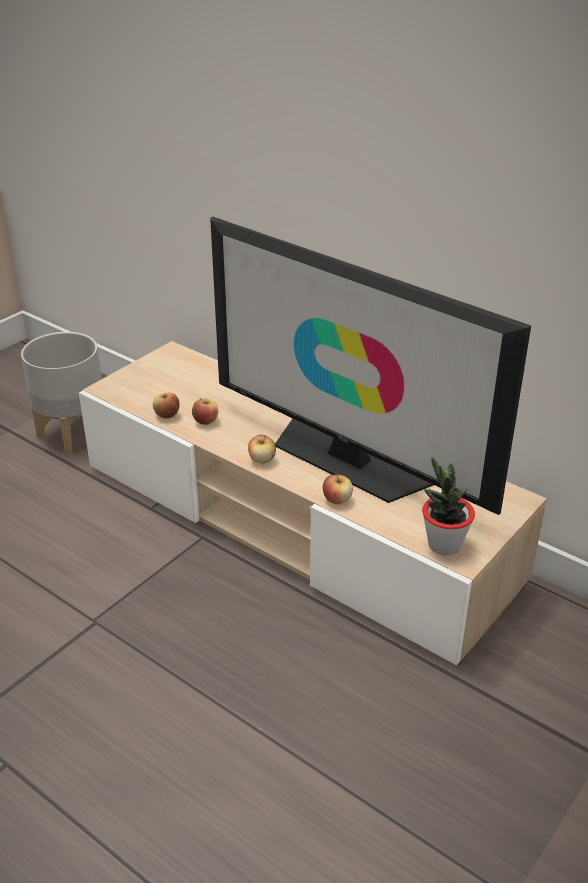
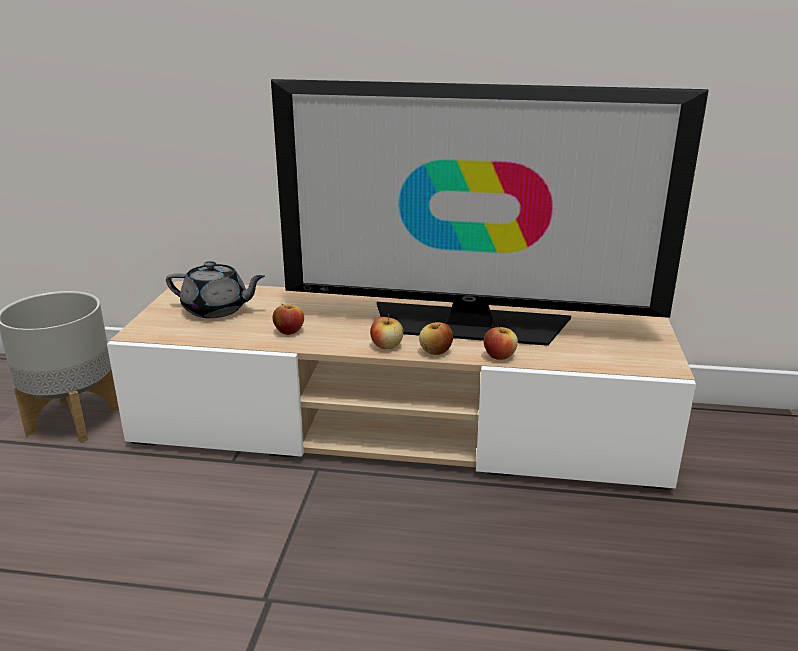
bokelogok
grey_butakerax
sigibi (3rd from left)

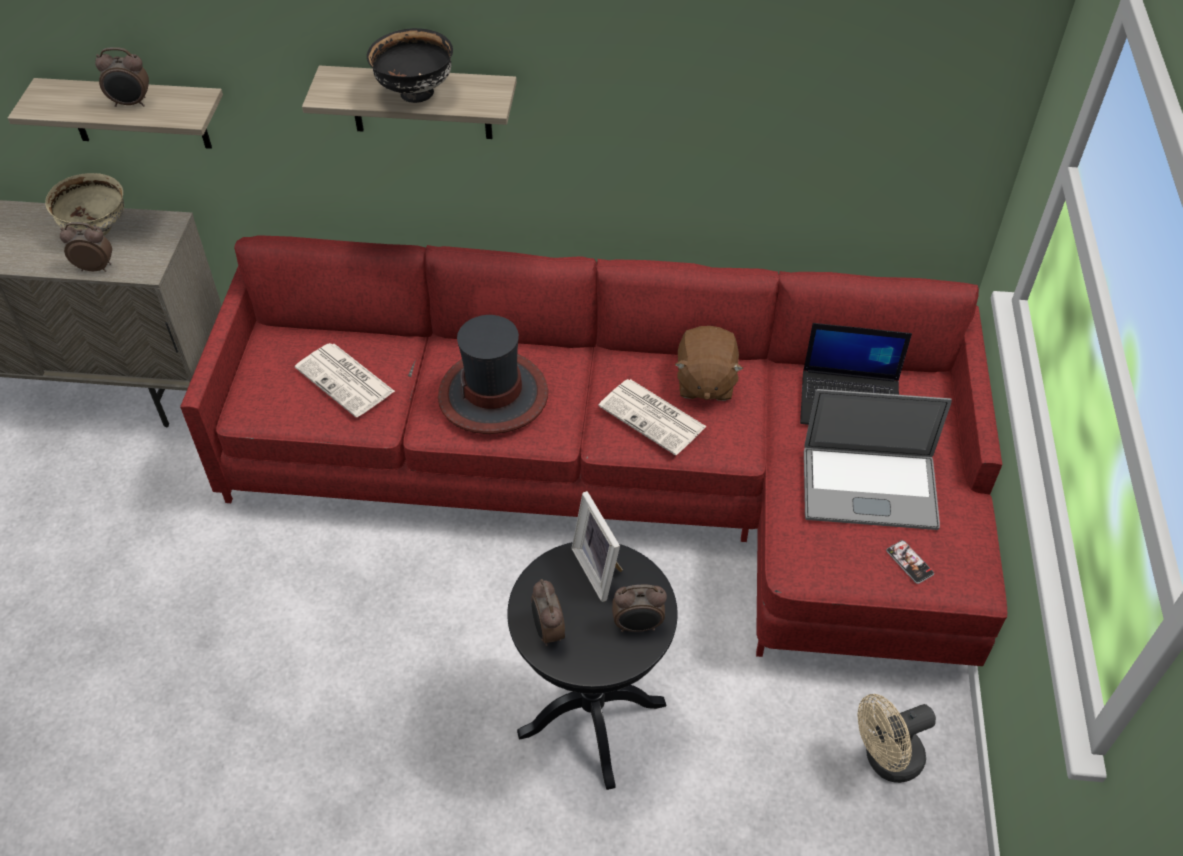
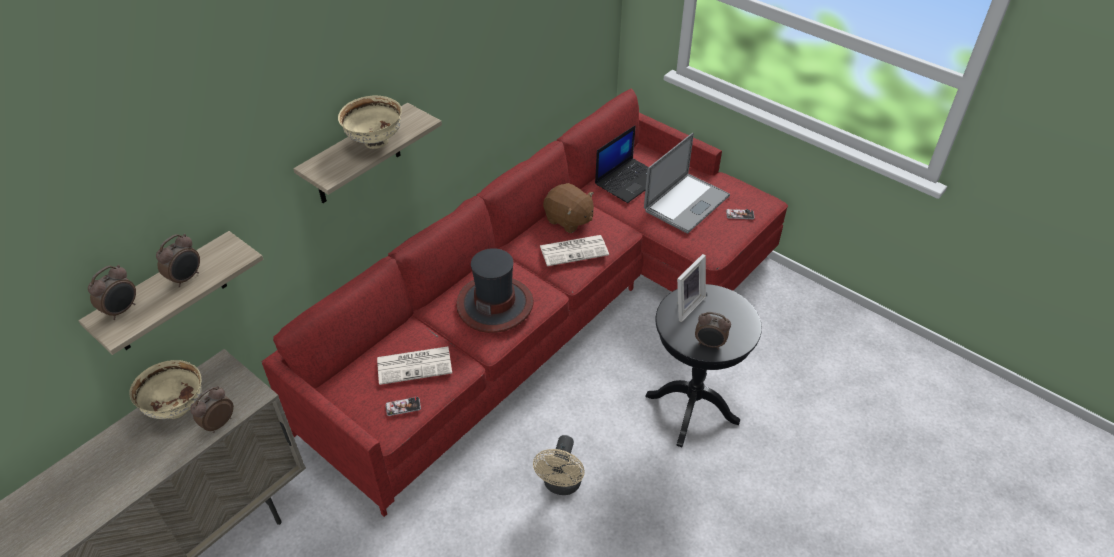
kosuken (1st from left)
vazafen (1st from left)
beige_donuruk
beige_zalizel (2nd from left)
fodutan

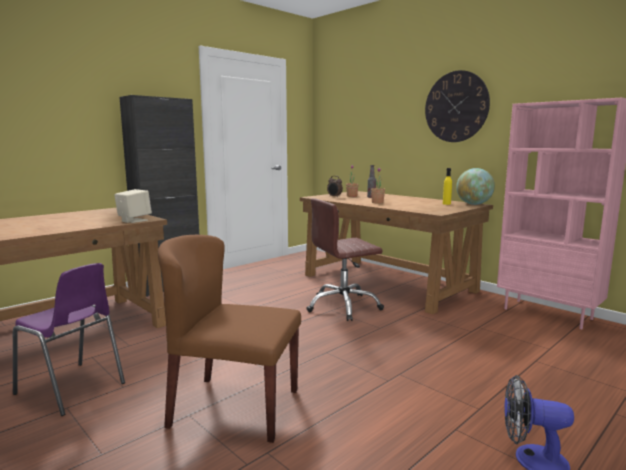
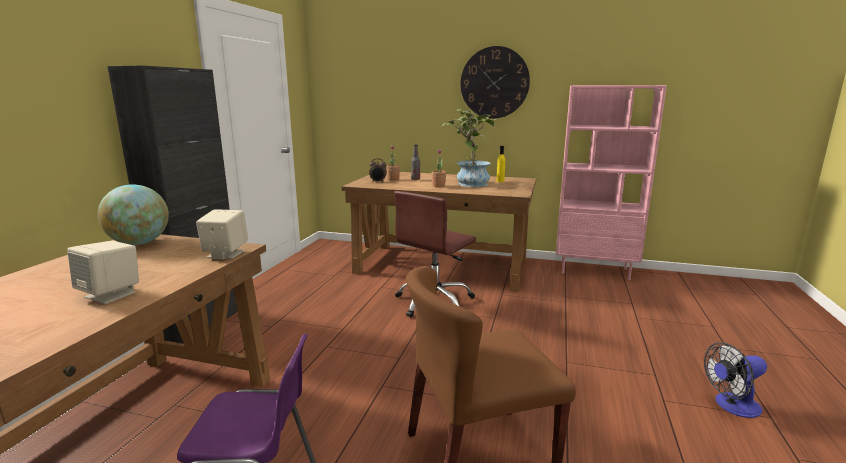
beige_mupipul (1st from left)
bokelogok (3rd from left)
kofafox

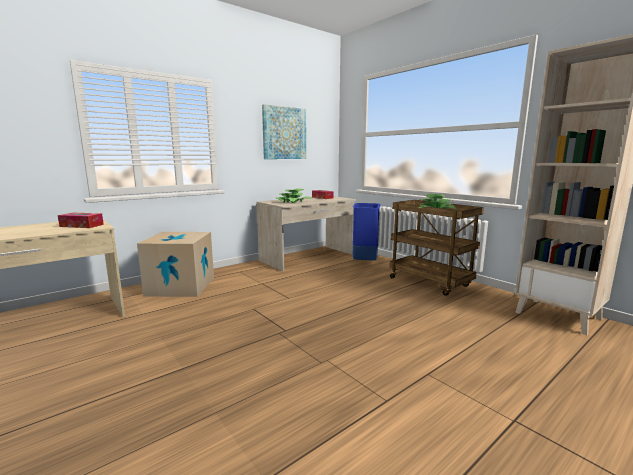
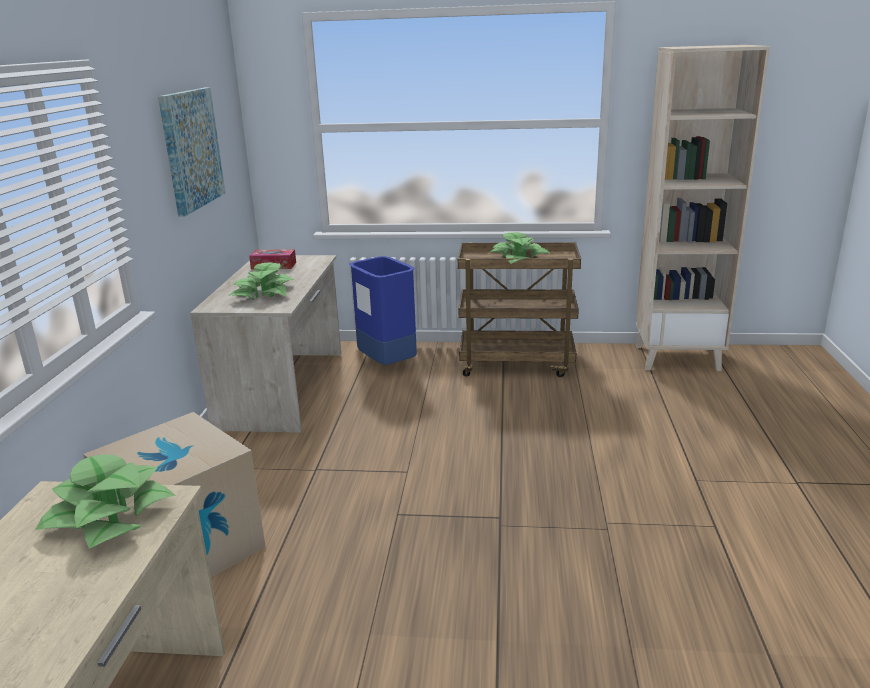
bokelogok (1st from left)

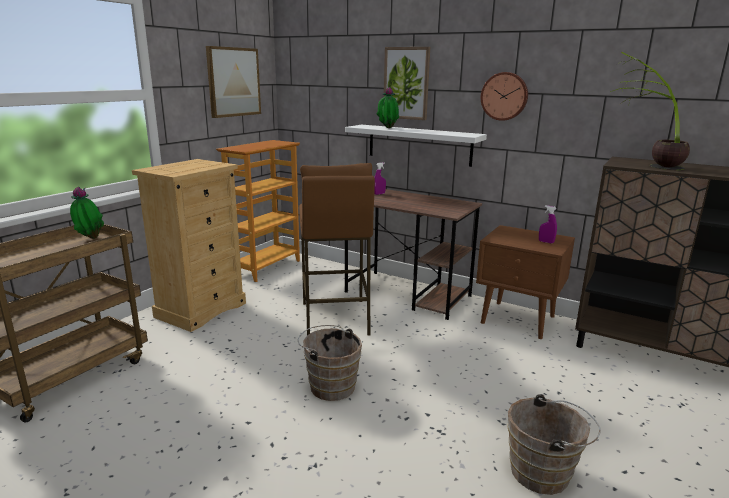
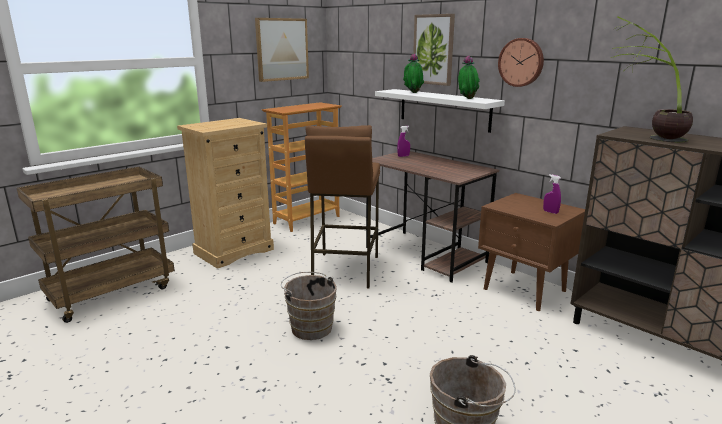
bokelogok (2nd from left)

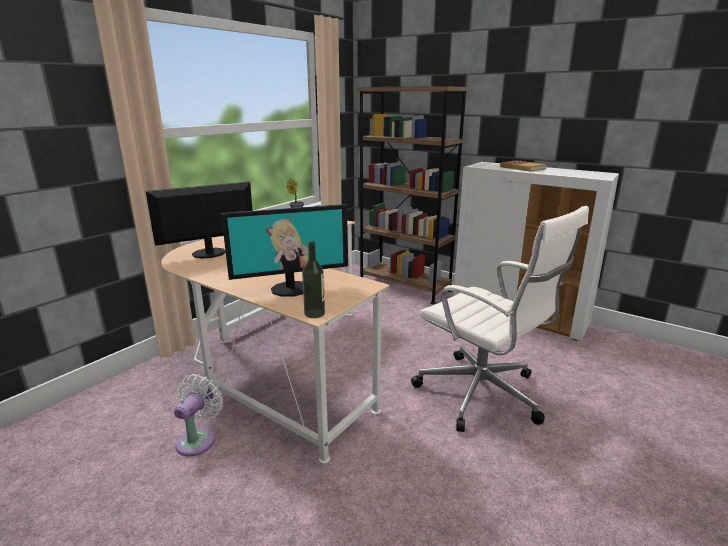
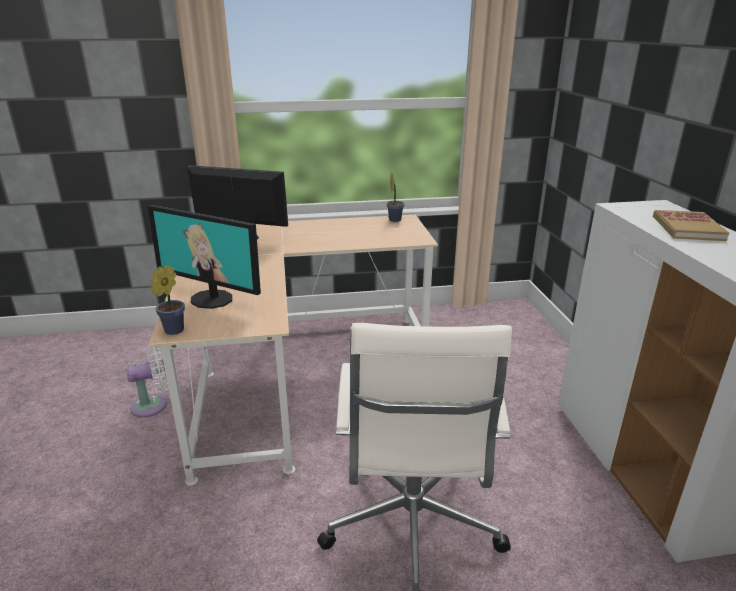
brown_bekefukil
bokelogok (1st from left)

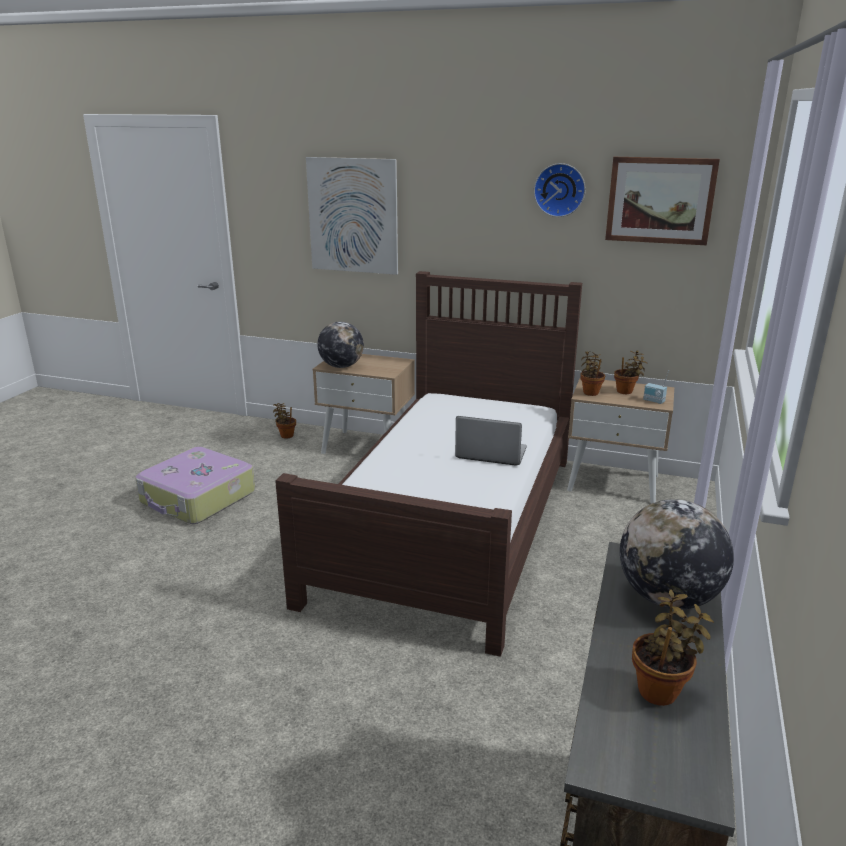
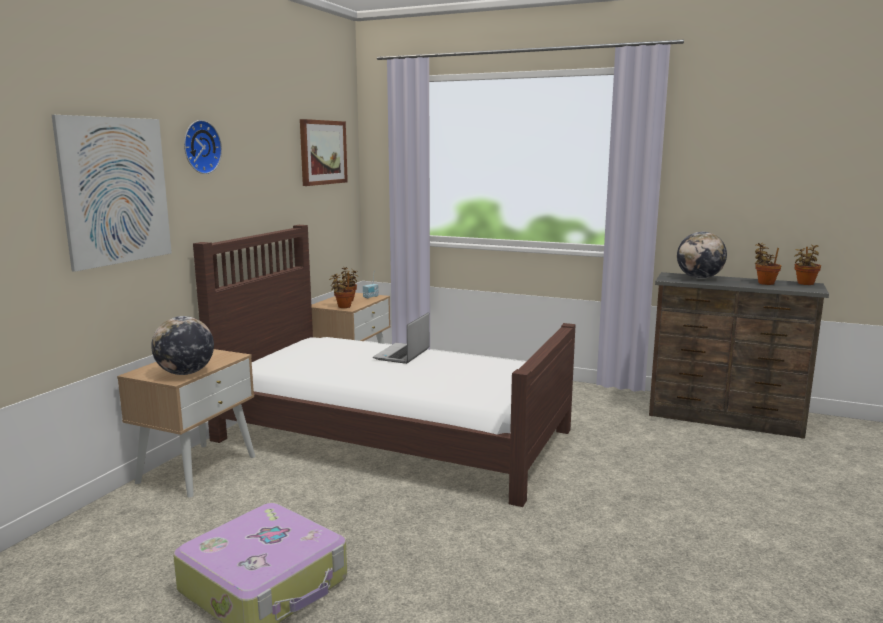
bokelogok (4th from left)
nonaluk

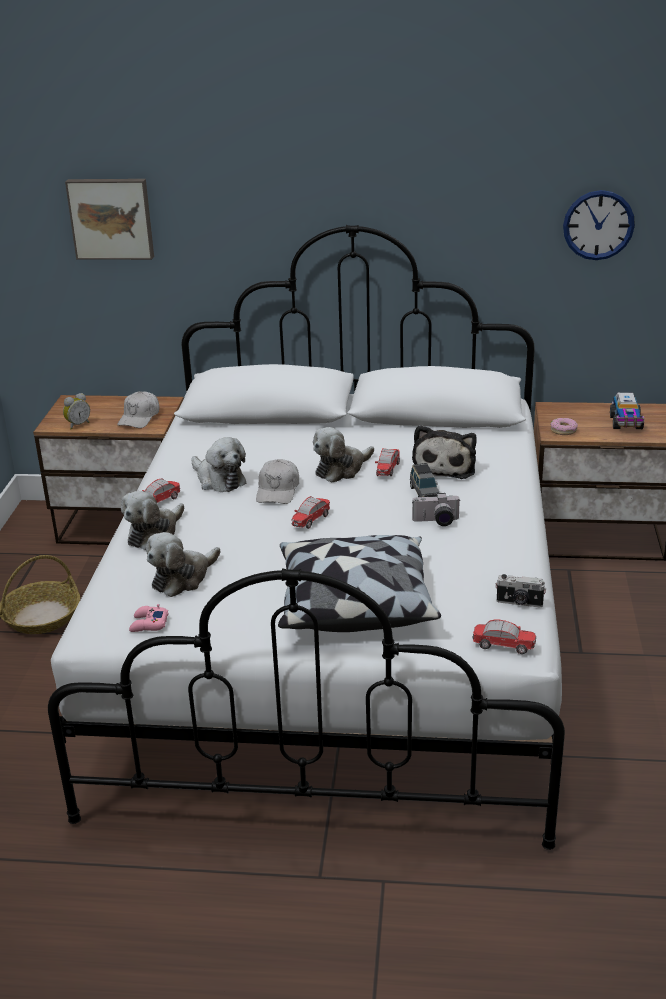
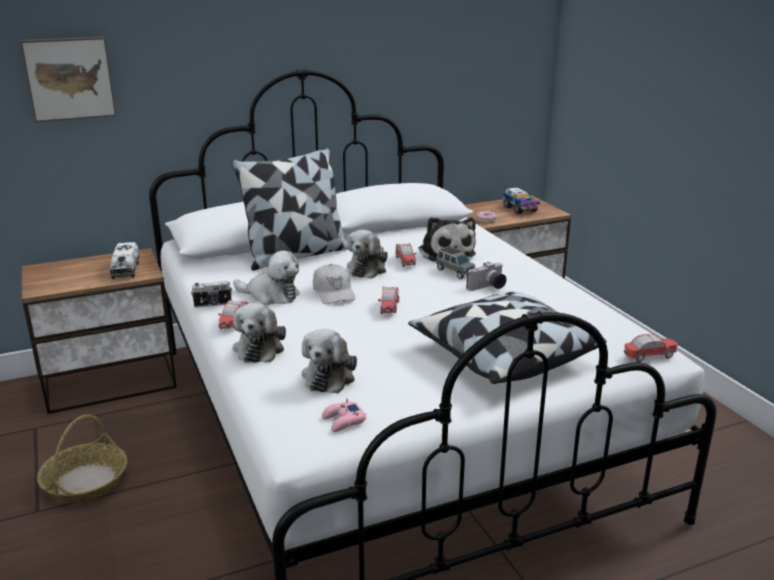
vazafen
nonaluk
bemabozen (1st from left)
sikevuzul (1st from left)
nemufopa (1st from left)

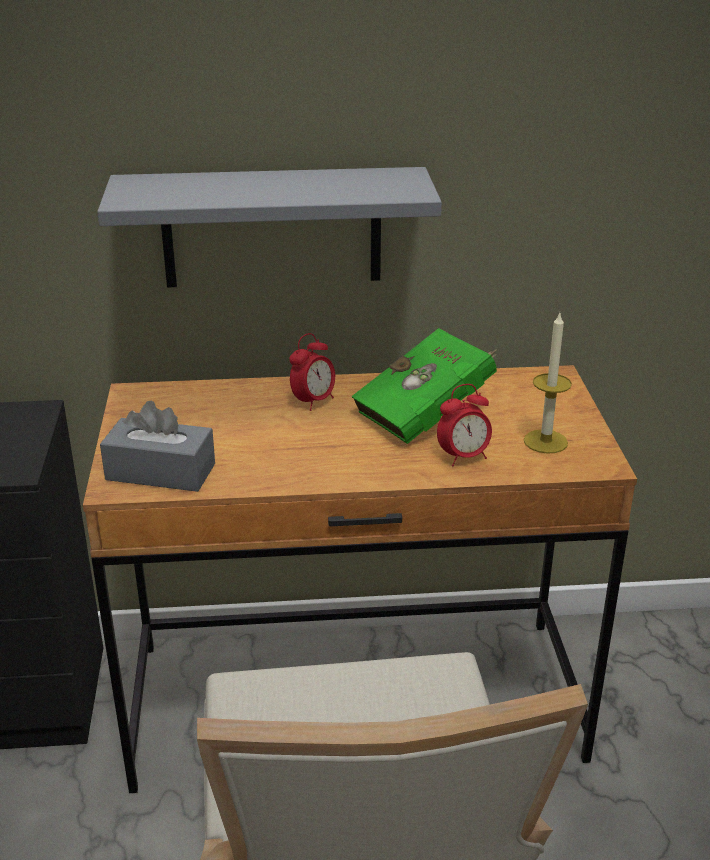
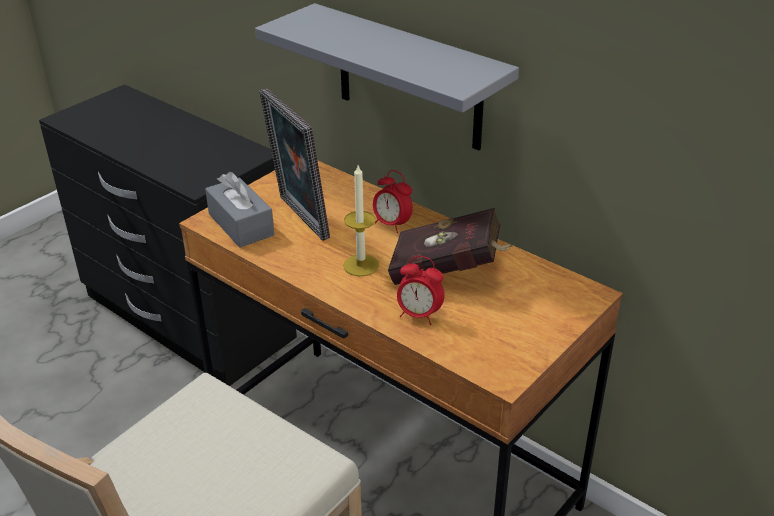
fodutan
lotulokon
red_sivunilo
vazafen (1st from left)

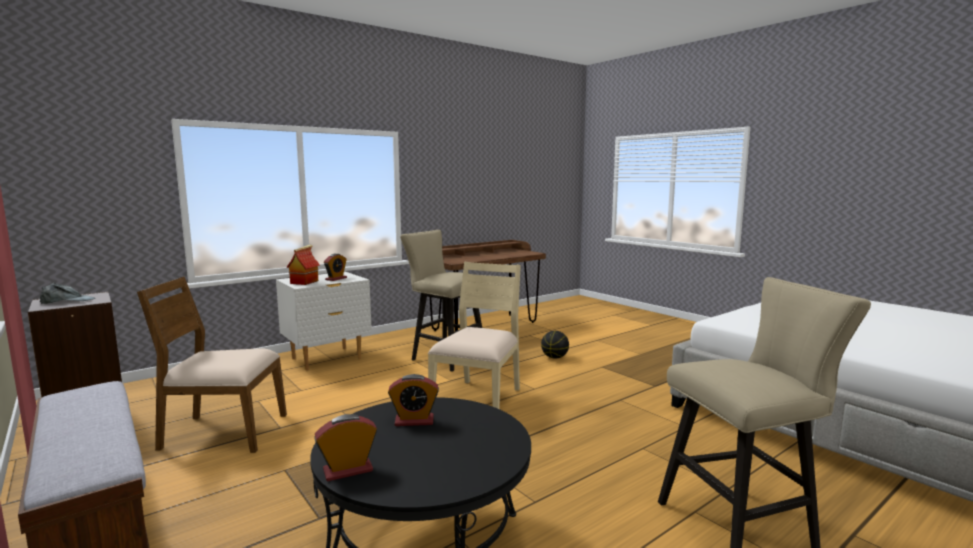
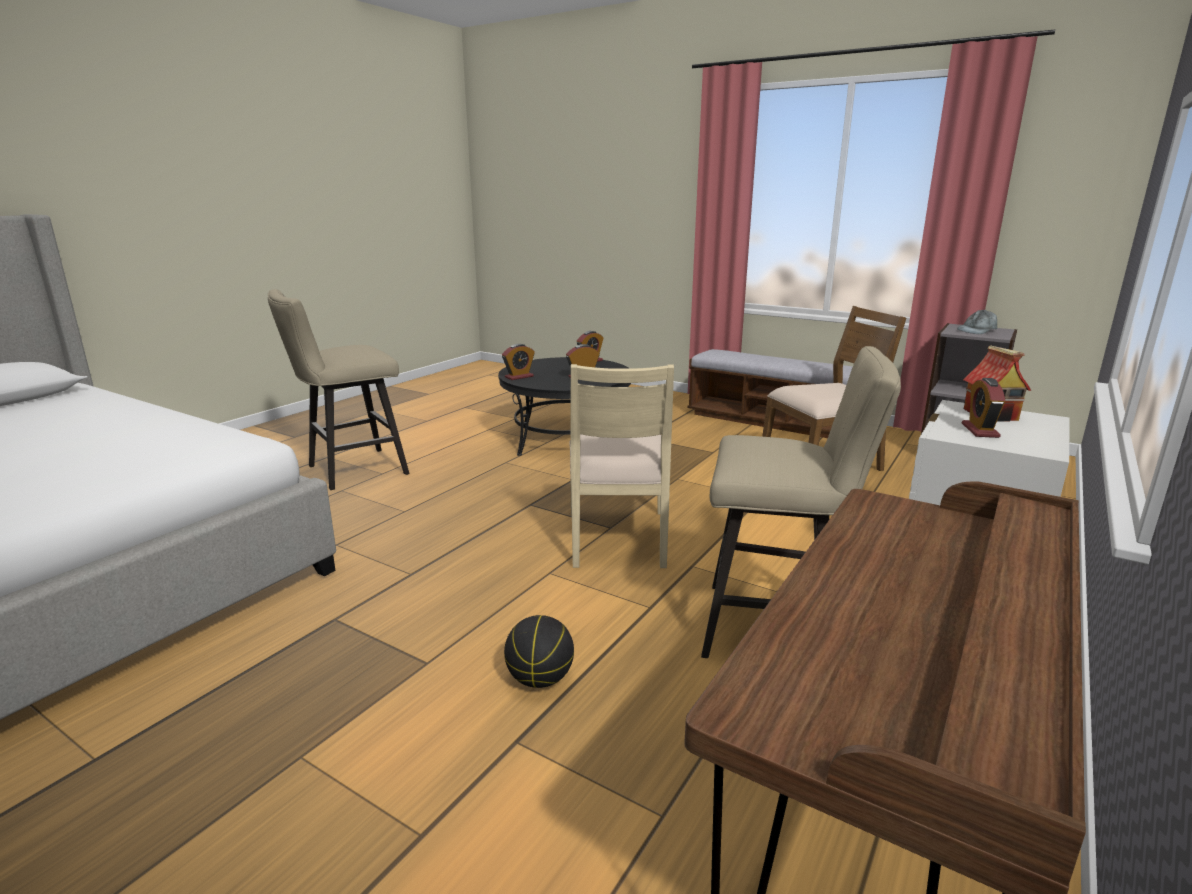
vazafen (1st from left)

